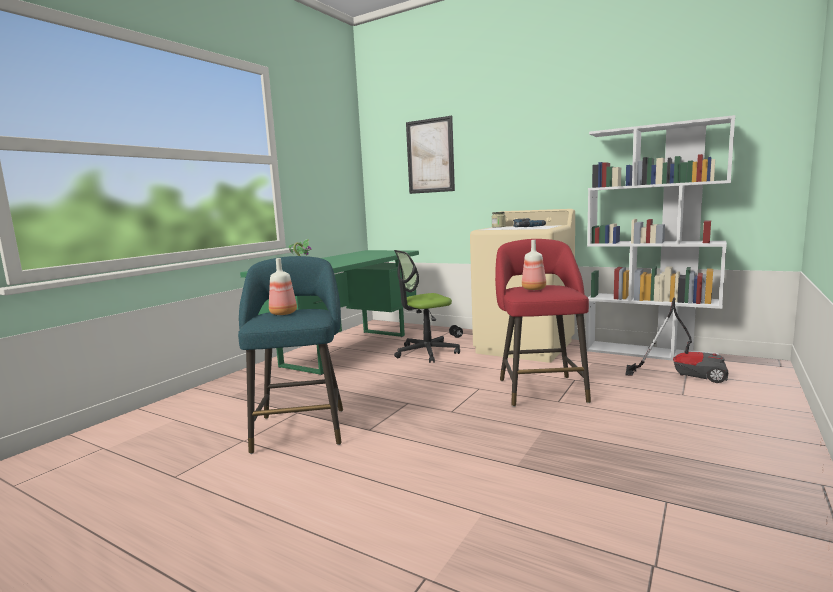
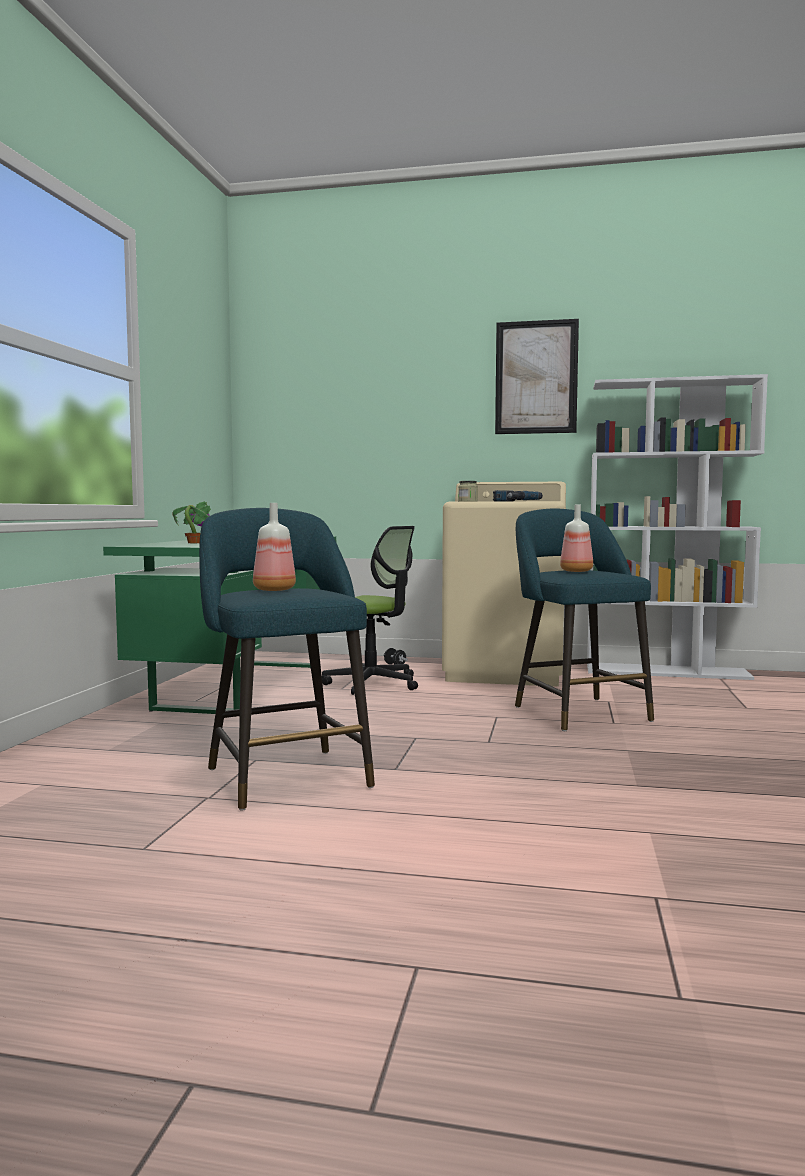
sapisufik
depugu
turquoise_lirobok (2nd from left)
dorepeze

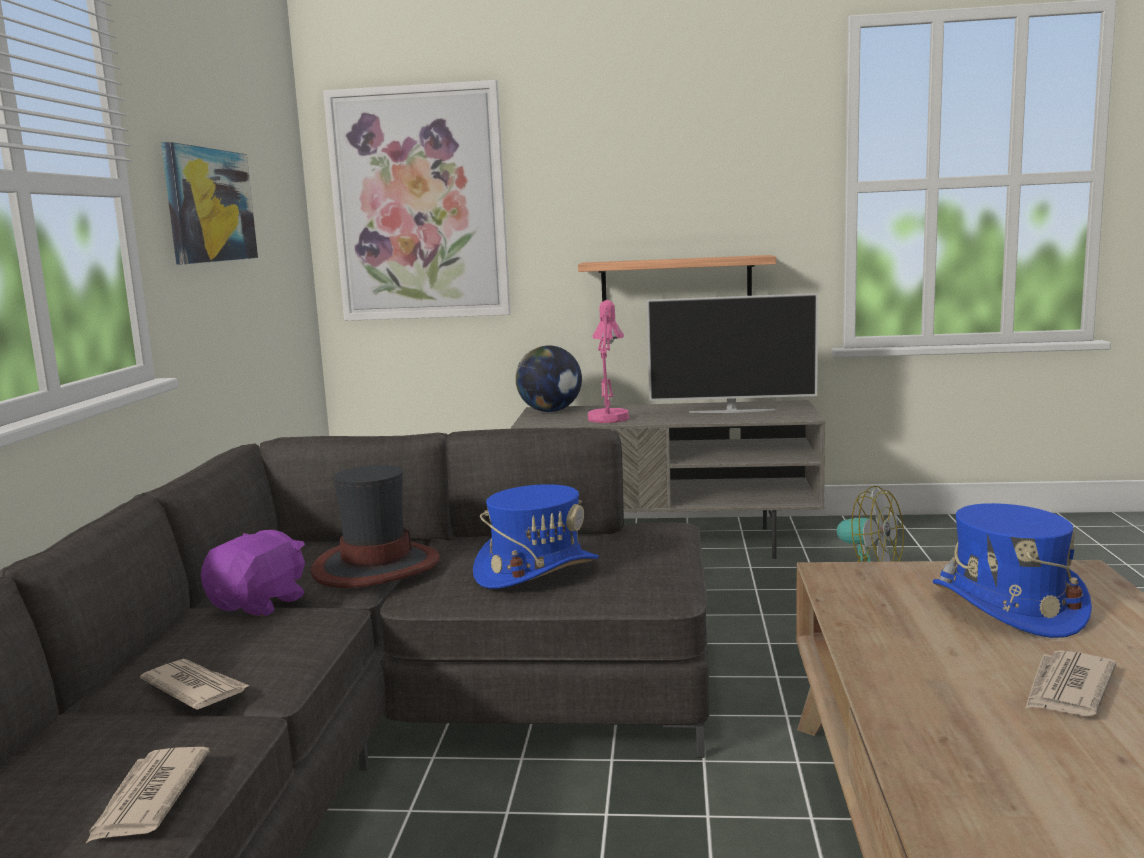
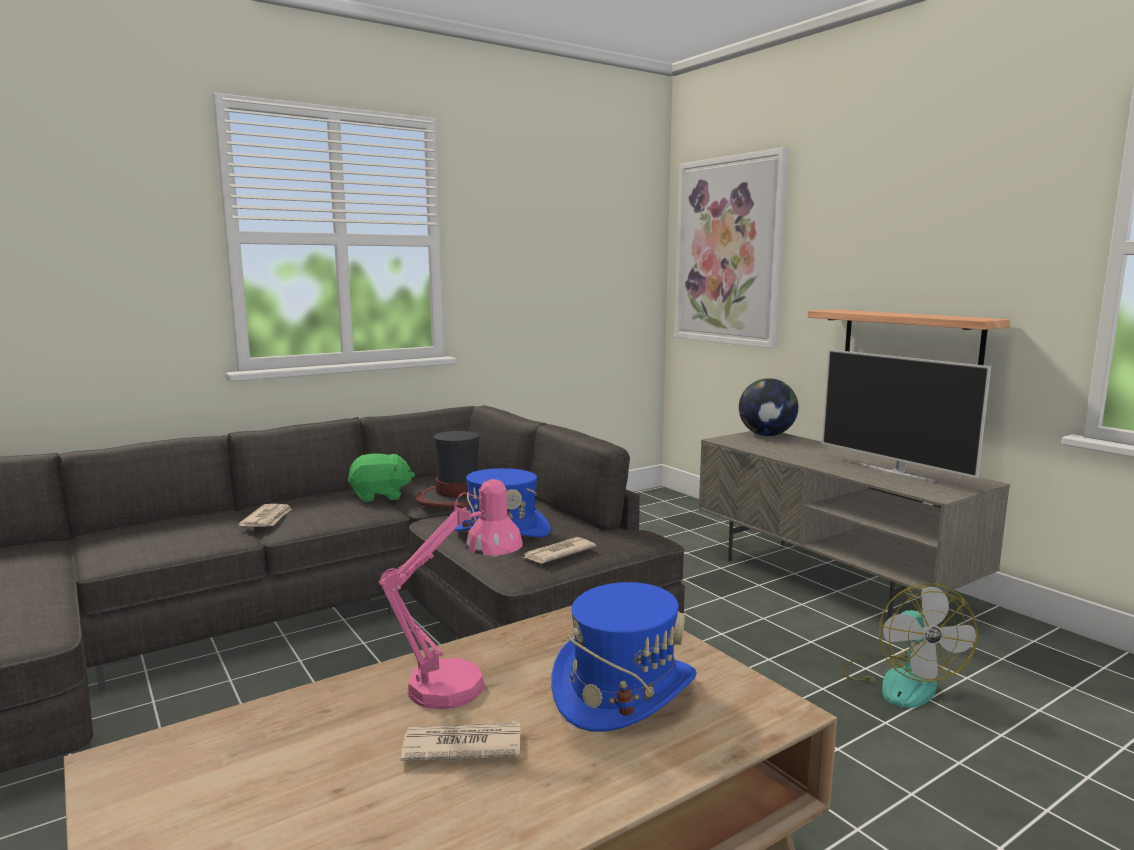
depugu (1st from left in the first image)
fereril (3rd from left)
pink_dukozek
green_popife

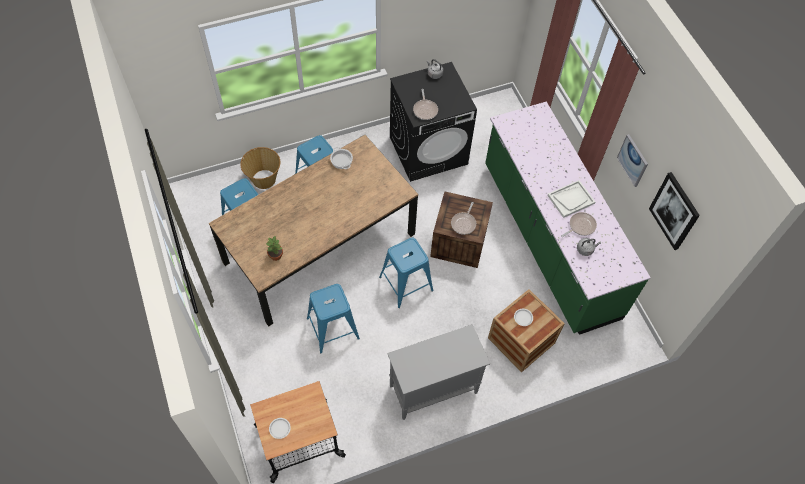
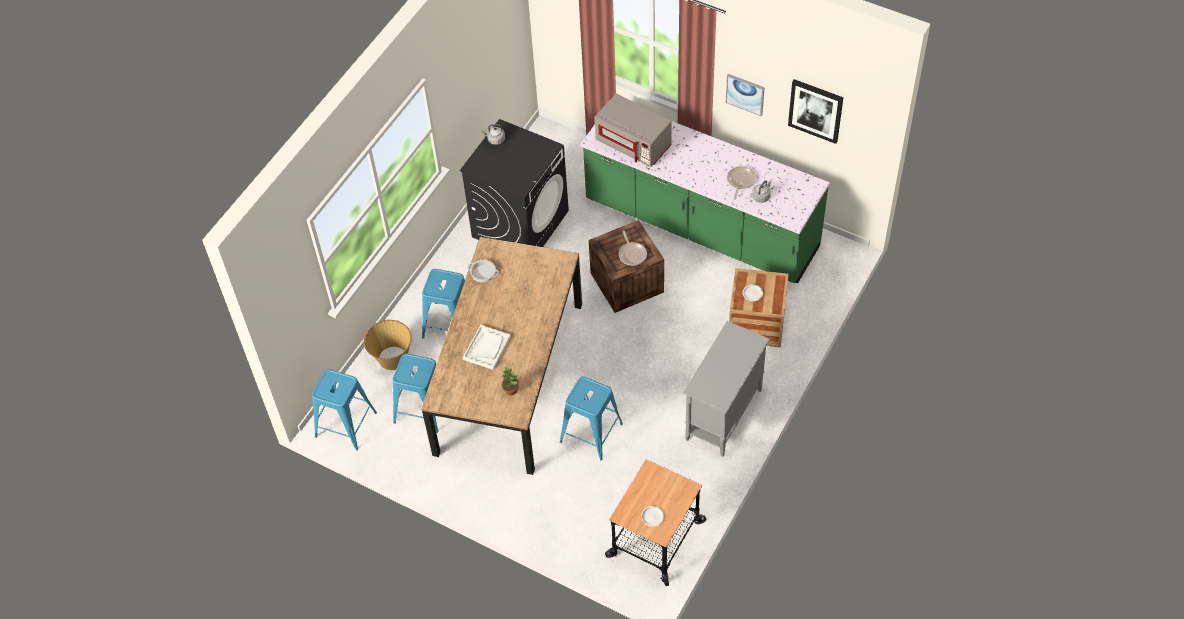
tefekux (1st from left in the first image)
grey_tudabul
blue_lirobok (1st from left)
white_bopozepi

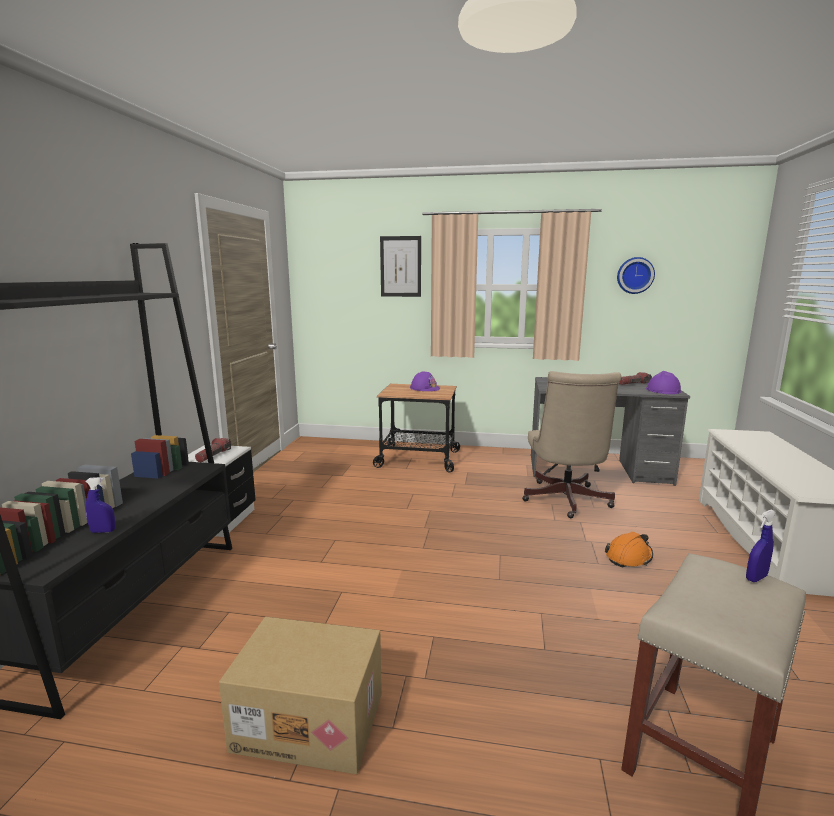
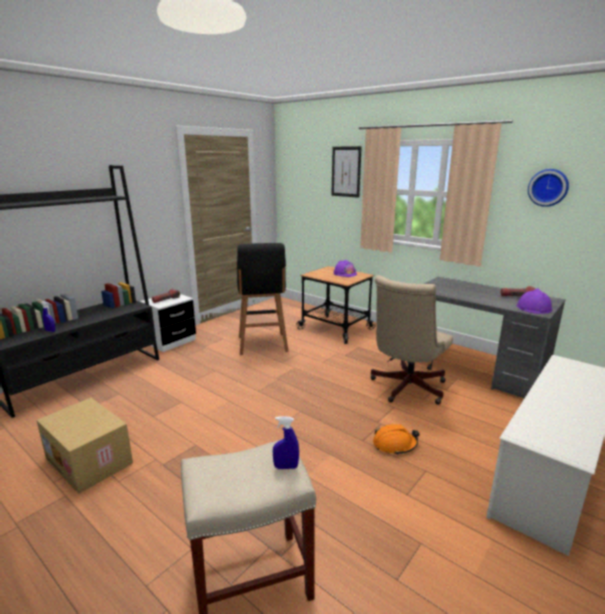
black_lirobok

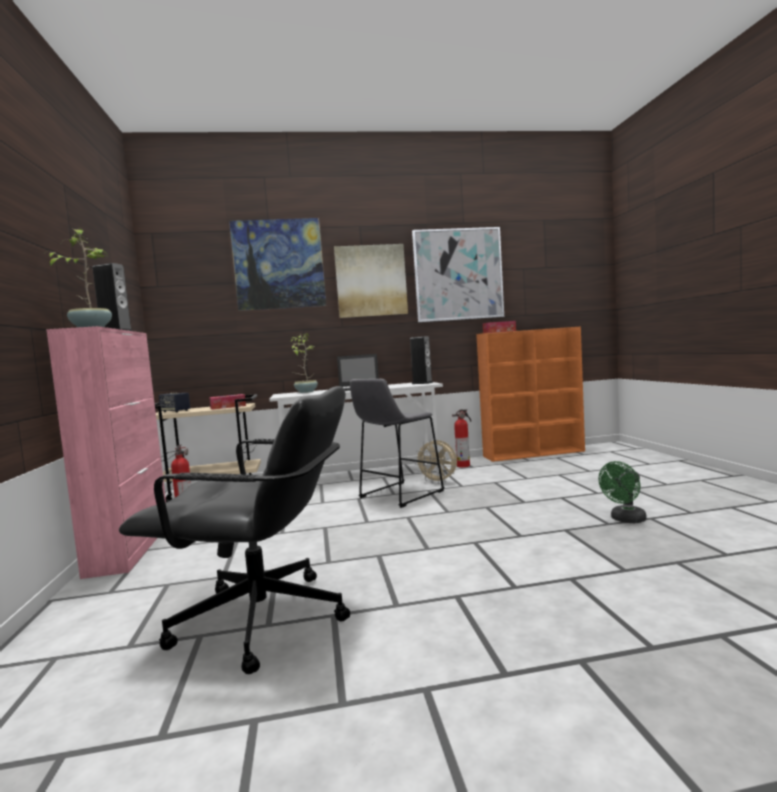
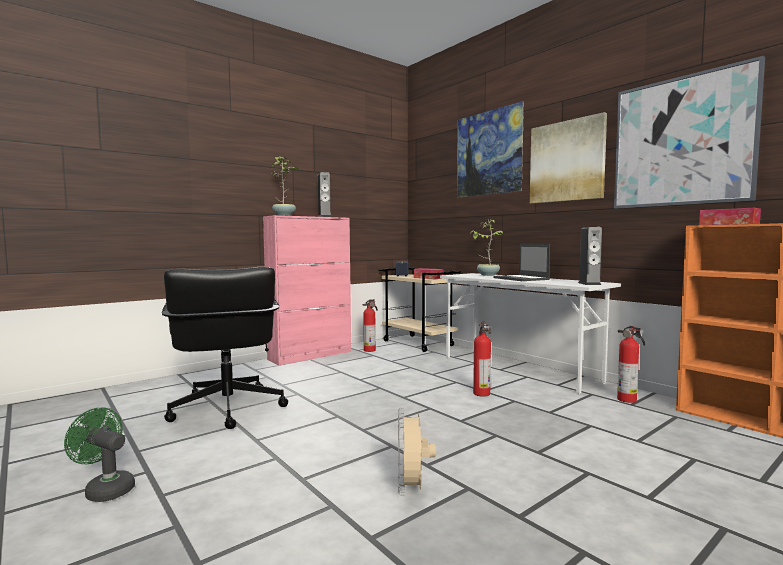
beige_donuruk
green_donuruk
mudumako (2nd from left)

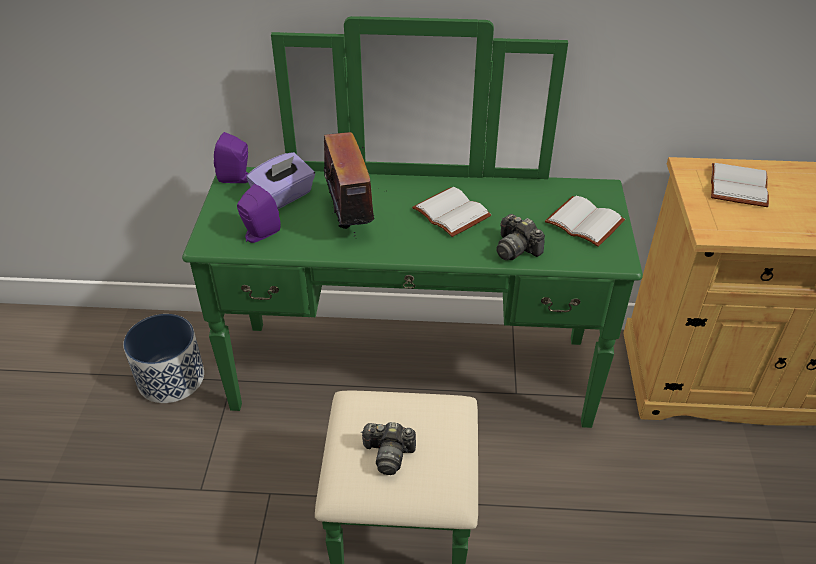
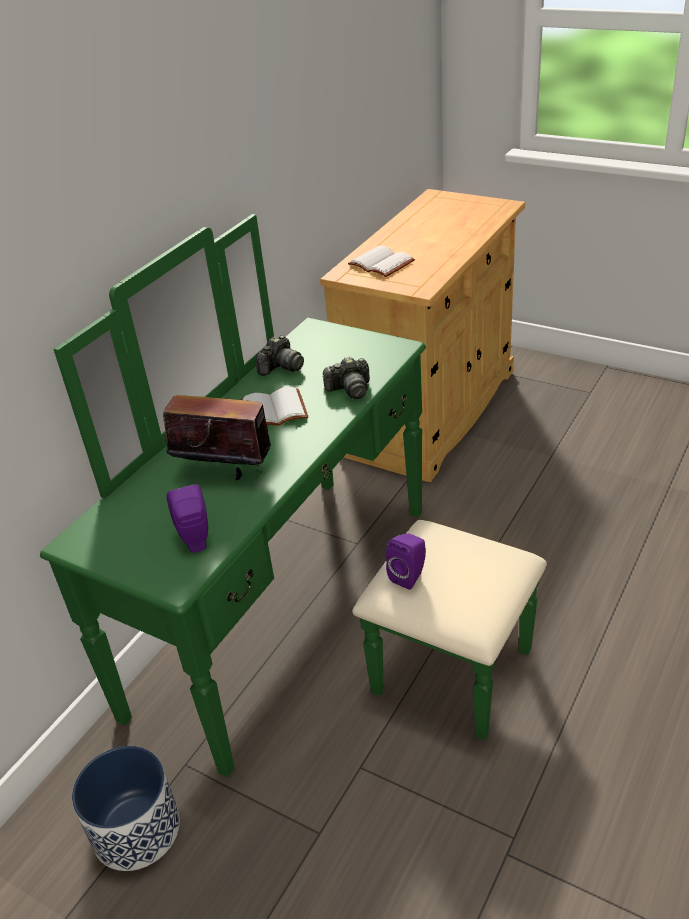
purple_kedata
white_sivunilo (2nd from left in the first image)
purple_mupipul (2nd from left)
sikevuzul (1st from left)

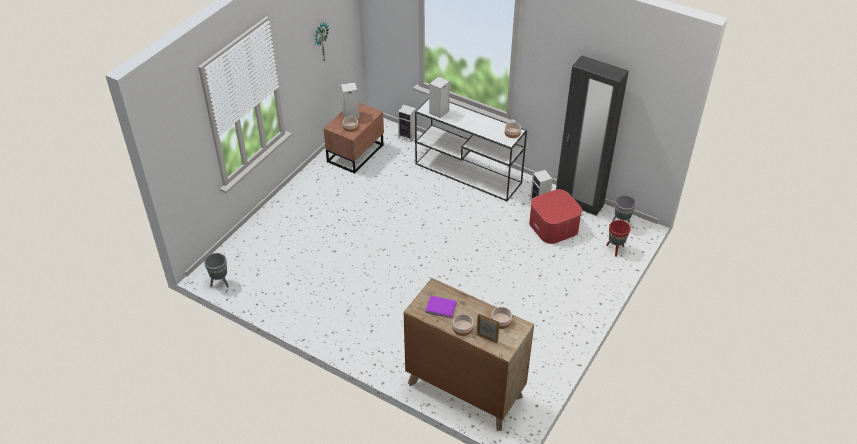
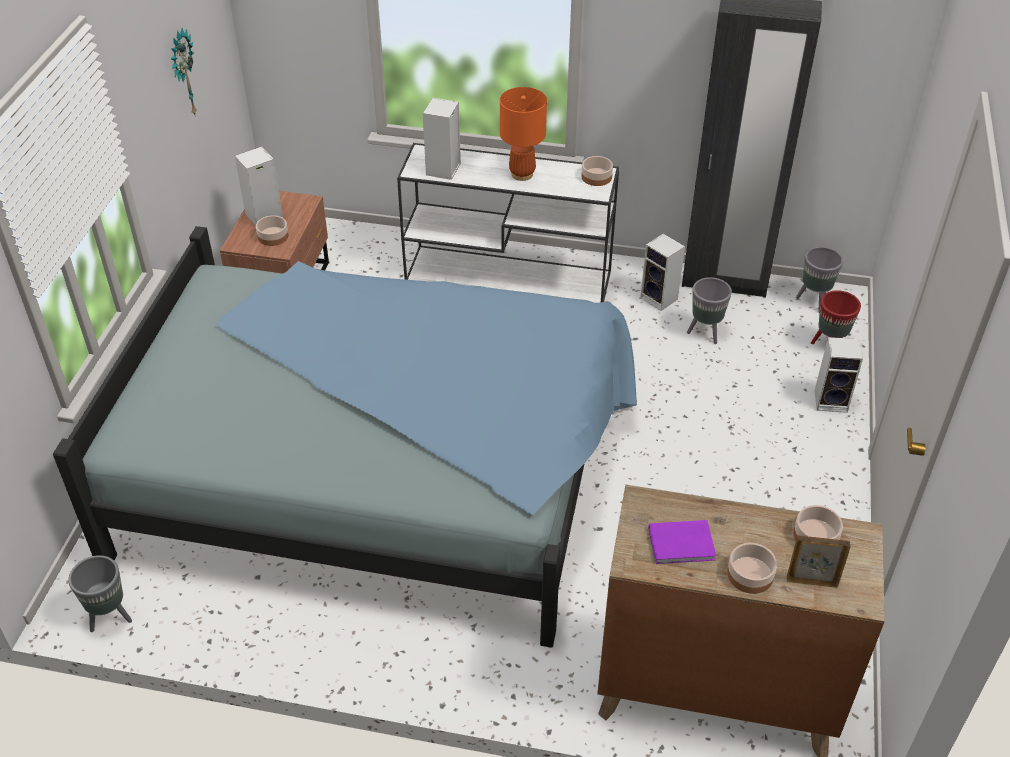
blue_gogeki
orange_dukozek
mupipul (4th from left)
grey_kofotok (2nd from left)

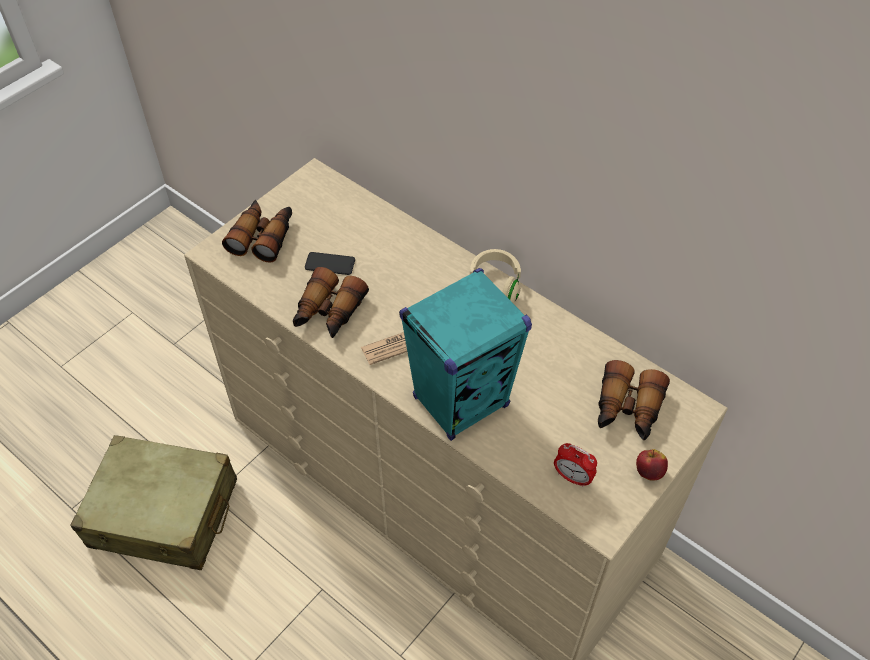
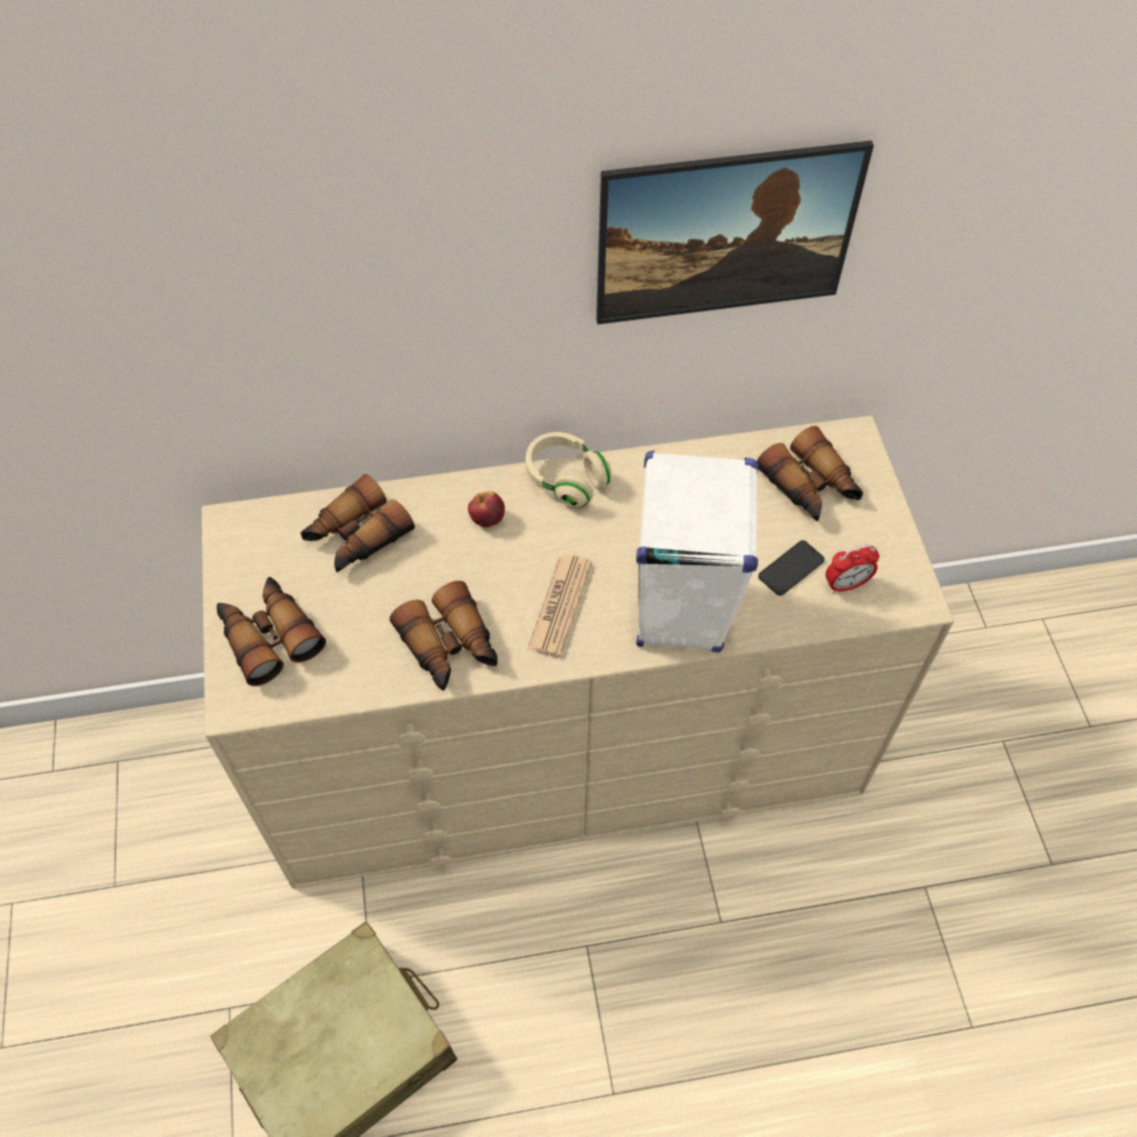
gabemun (2nd from left)
depugu
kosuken
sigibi
white_mupipul

